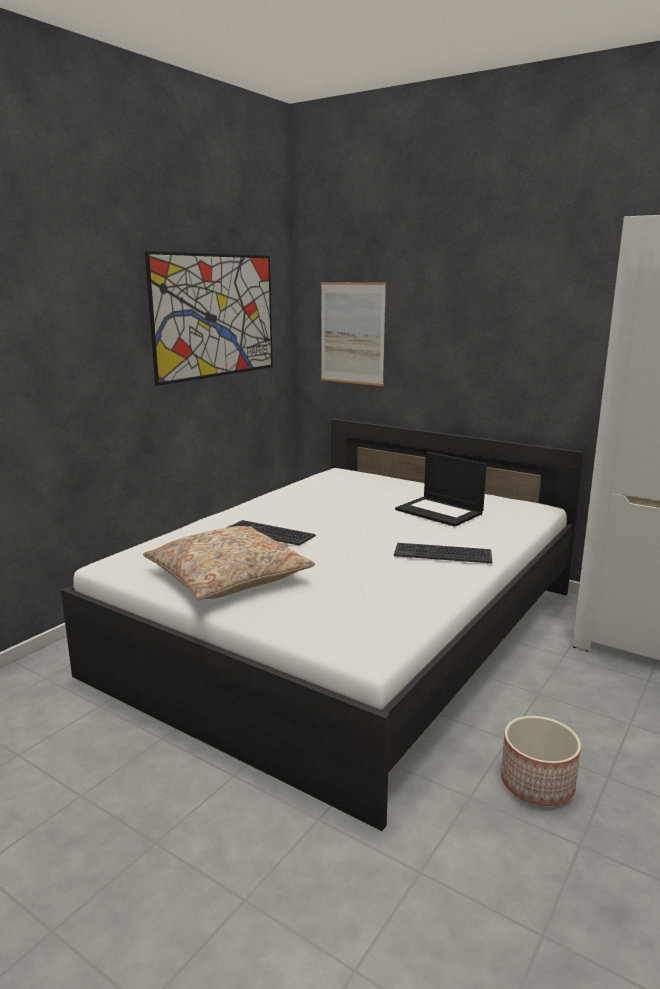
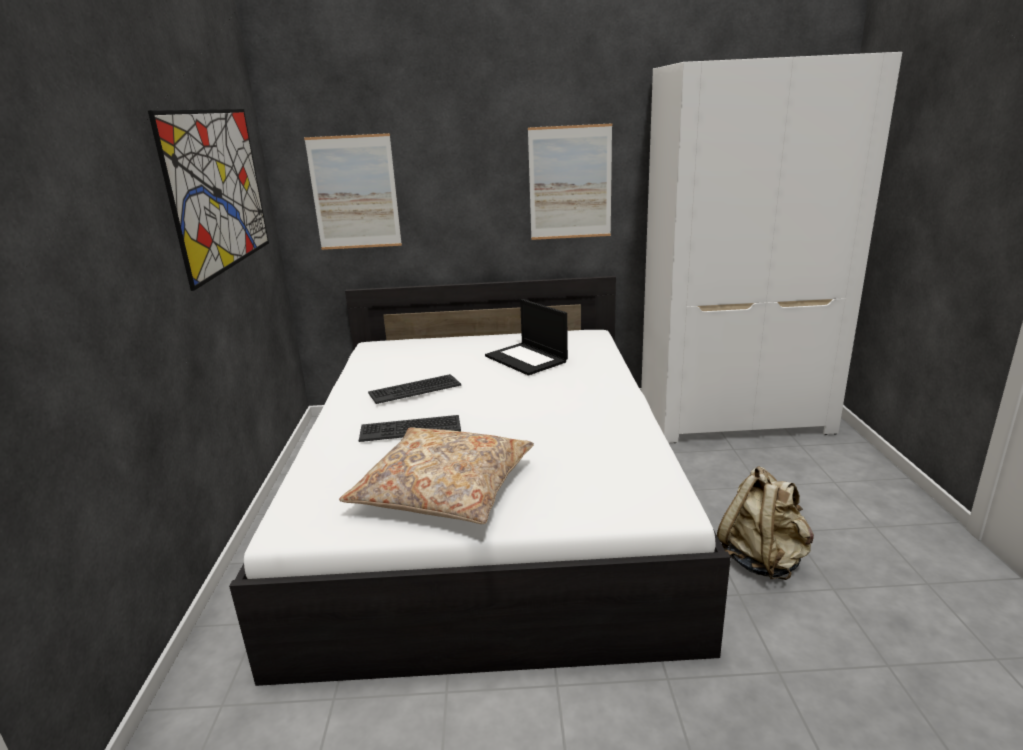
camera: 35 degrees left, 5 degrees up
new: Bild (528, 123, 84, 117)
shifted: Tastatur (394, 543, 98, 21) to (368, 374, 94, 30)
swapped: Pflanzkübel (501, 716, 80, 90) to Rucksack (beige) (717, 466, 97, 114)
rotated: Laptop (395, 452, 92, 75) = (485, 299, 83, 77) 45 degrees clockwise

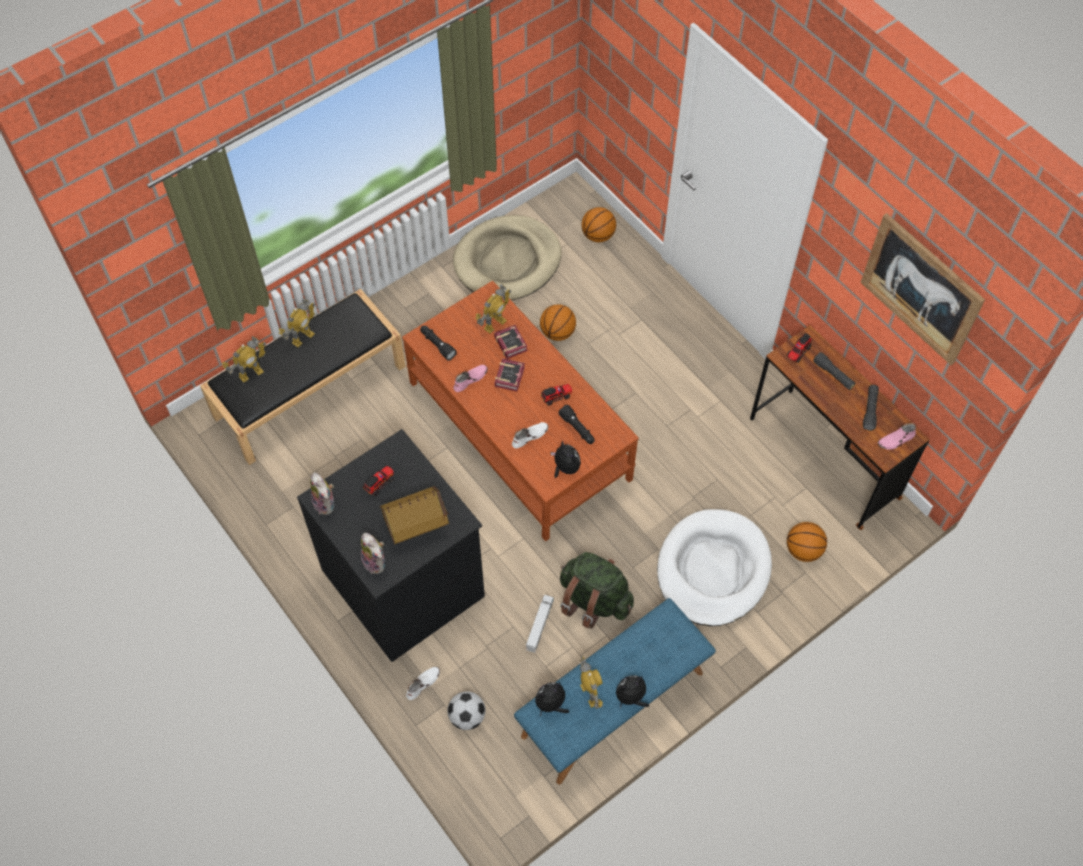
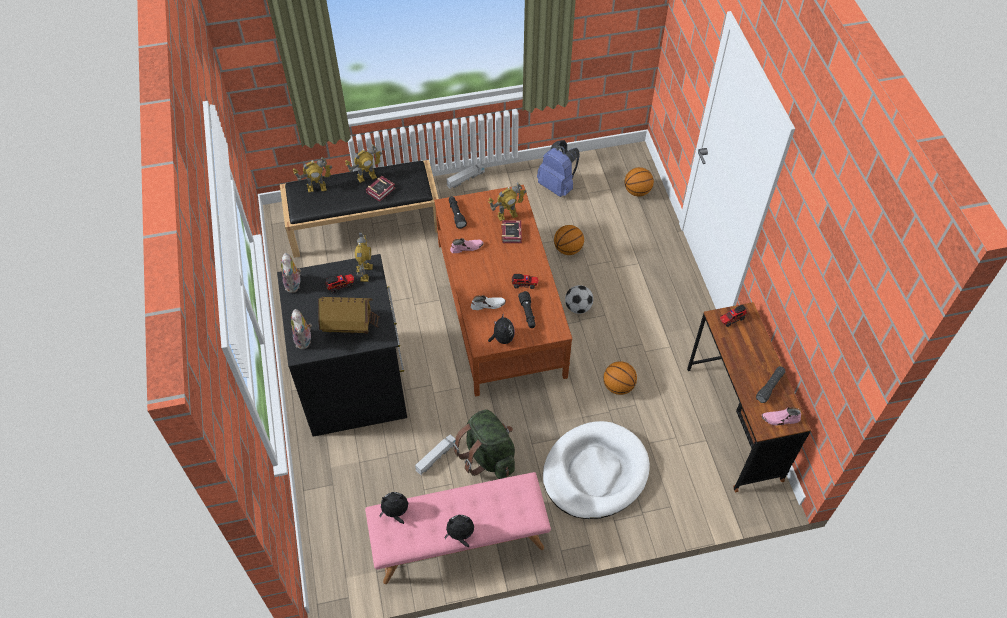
camera: 25 degrees right, 5 degrees down
gone: Schuh (weiß) (406, 667, 34, 33); Taschenlampe (schwarz) (813, 352, 43, 38); Bild (860, 213, 125, 152)
new: Spielzeuglaster (447, 163, 38, 26)
shifted: Fußball (447, 691, 39, 39) to (565, 285, 28, 29); Buch (495, 358, 30, 33) to (366, 176, 29, 26); Spielzeugroboter (580, 656, 23, 53) to (355, 232, 18, 50); Basketball (787, 522, 40, 40) to (603, 361, 34, 34)
swapped: Hundebett (beige) (453, 215, 109, 85) to Rucksack (blau) (537, 140, 43, 57)
repainted: Bank (blau) (514, 598, 202, 187) to Bank (rosa) (365, 472, 186, 112)

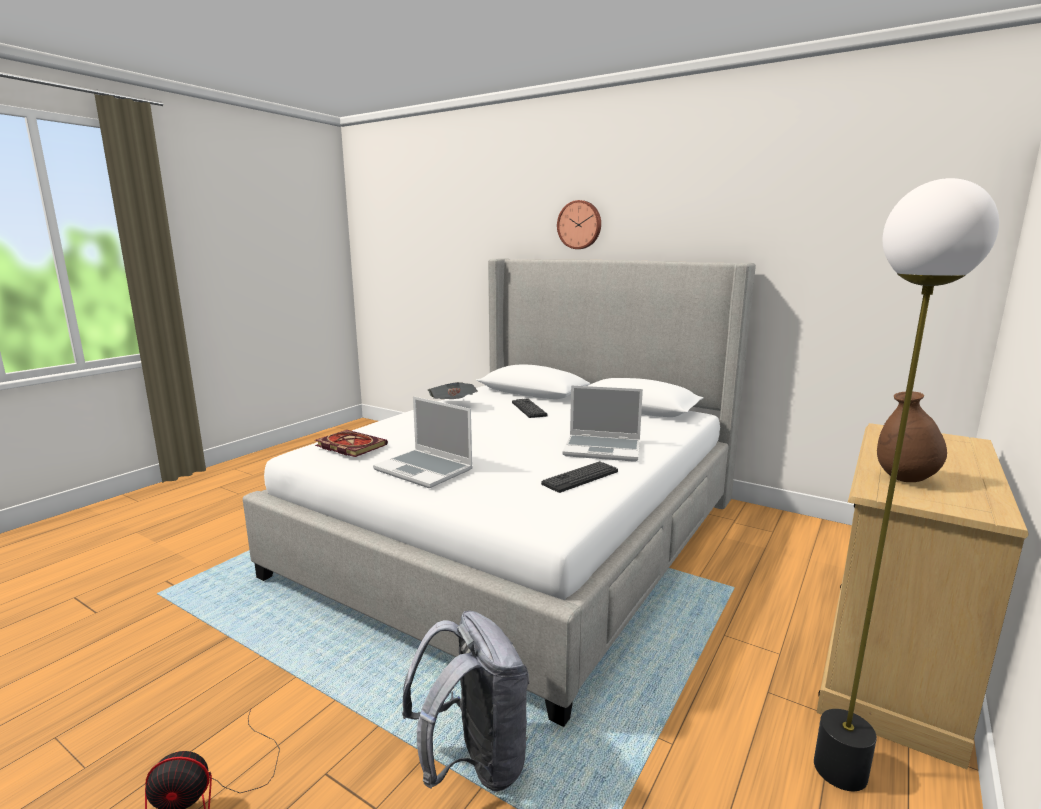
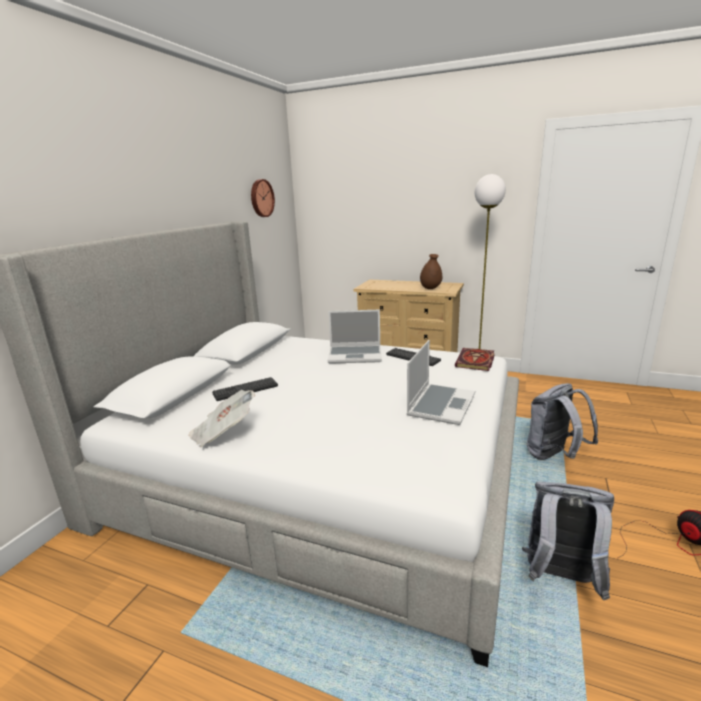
camera: 100 degrees left, 5 degrees up
new: Rucksack (grau) (522, 482, 92, 118)
shifted: Buch (315, 430, 73, 27) to (455, 348, 40, 23); Wanduhr (557, 200, 44, 49) to (251, 179, 24, 38)
rotated: Laptop (562, 385, 81, 77) = (328, 310, 54, 54) 90 degrees clockwise

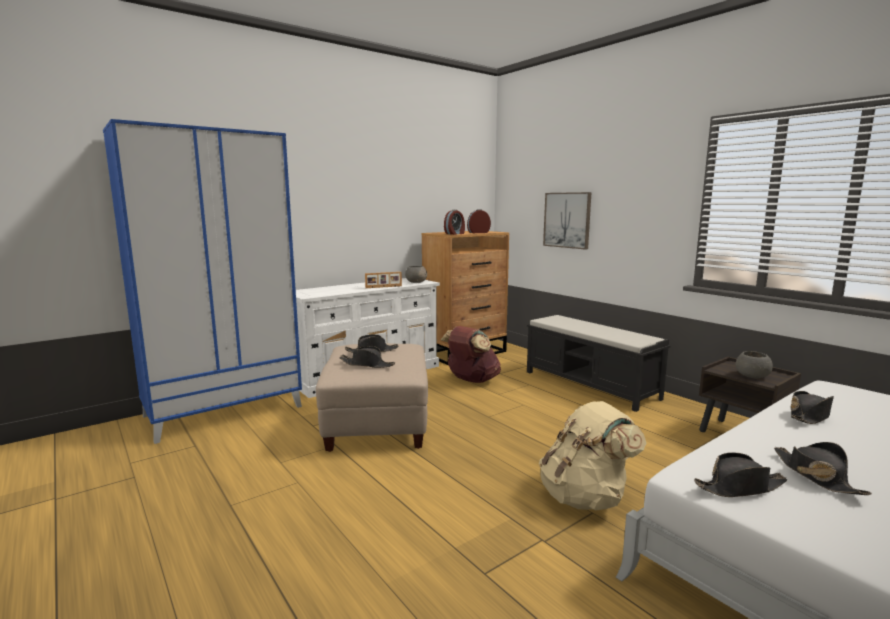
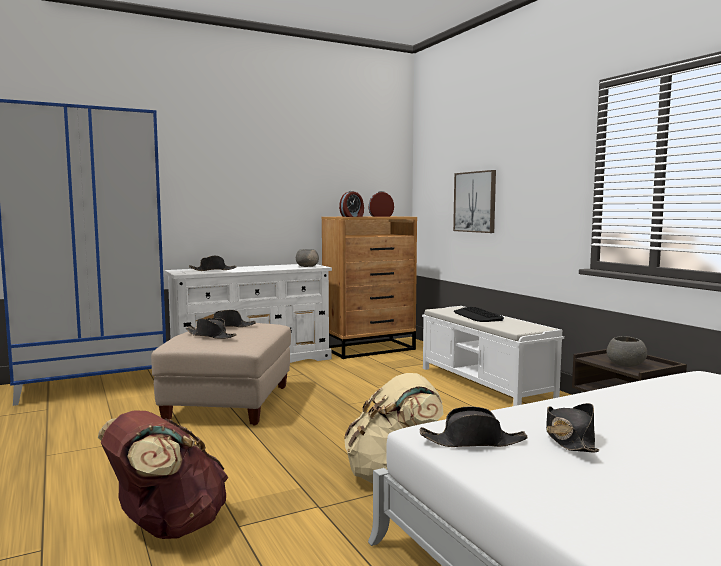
camera: 10 degrees right, 5 degrees down
gone: Bilderrahmen (365, 272, 37, 16)
new: Tastatur (454, 307, 50, 15)
shifted: Rucksack (braun) (441, 326, 60, 57) to (98, 411, 130, 128); Hut (schwarz) (791, 391, 43, 33) to (189, 256, 47, 15)
repainted: Bank (schwarz) (527, 314, 144, 98) to Bank (weiß) (422, 306, 142, 100)

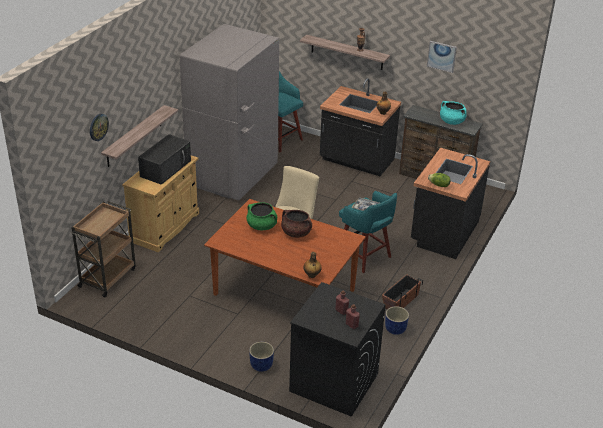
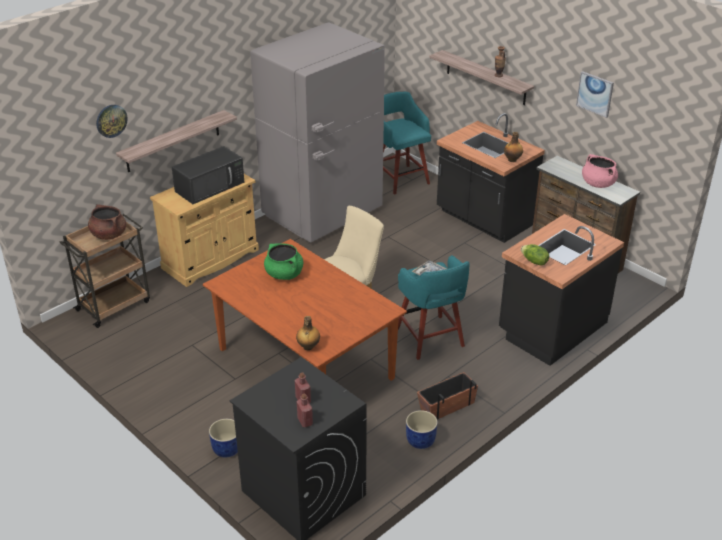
camera: 20 degrees right, 0 degrees up
shifted: Kochtopf (braun) (281, 210, 31, 28) to (88, 204, 38, 36)
repainted: Kochtopf (türkis) (440, 101, 27, 24) to Kochtopf (rosa) (582, 154, 36, 34)

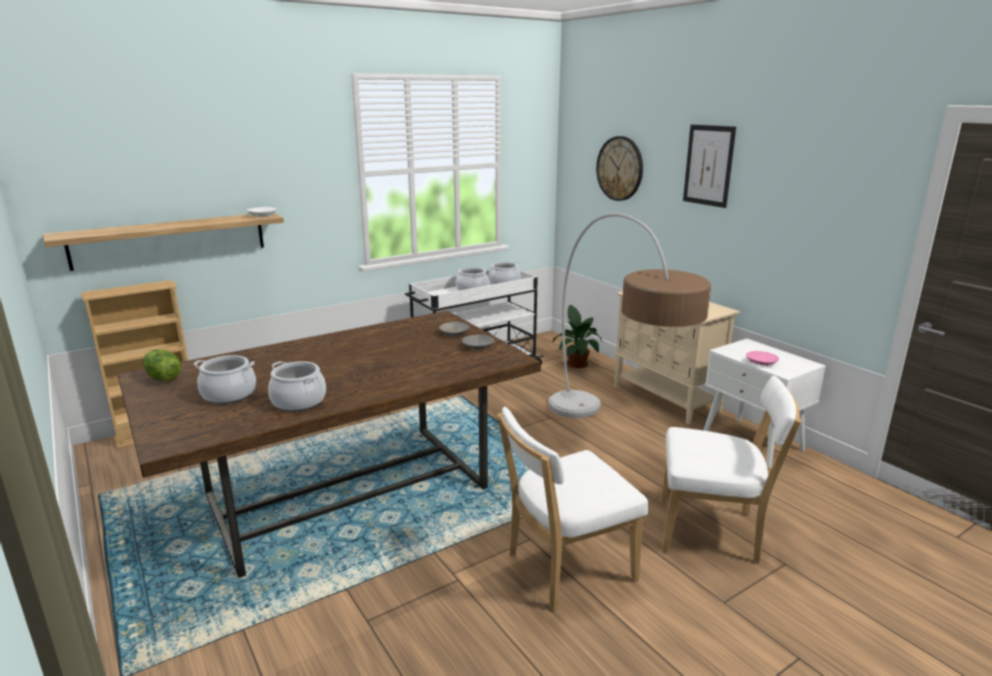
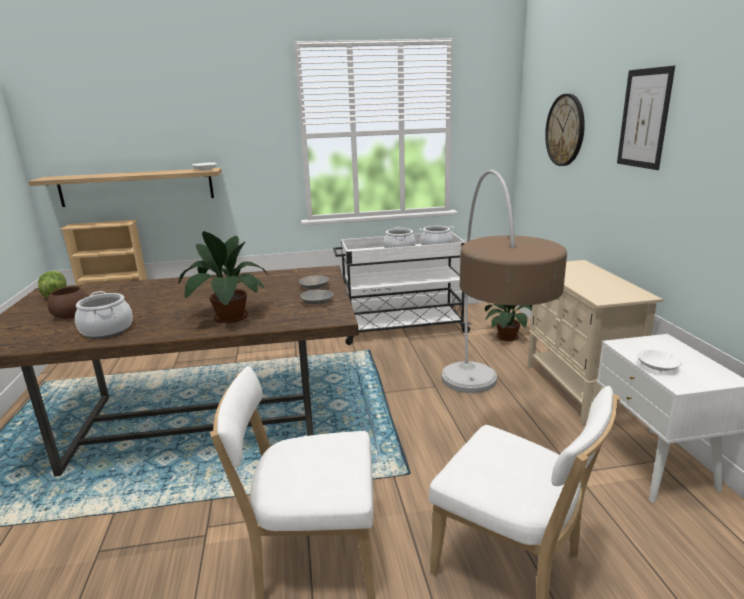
camera: 25 degrees right, 0 degrees up
new: Topfpflanze (178, 231, 90, 92)
swapped: Kochtopf (194, 355, 62, 49) to Schüssel (braun) (47, 286, 41, 33)
repainted: Schüssel (rosa) (746, 351, 33, 15) to Schüssel (weiß) (637, 350, 45, 22)

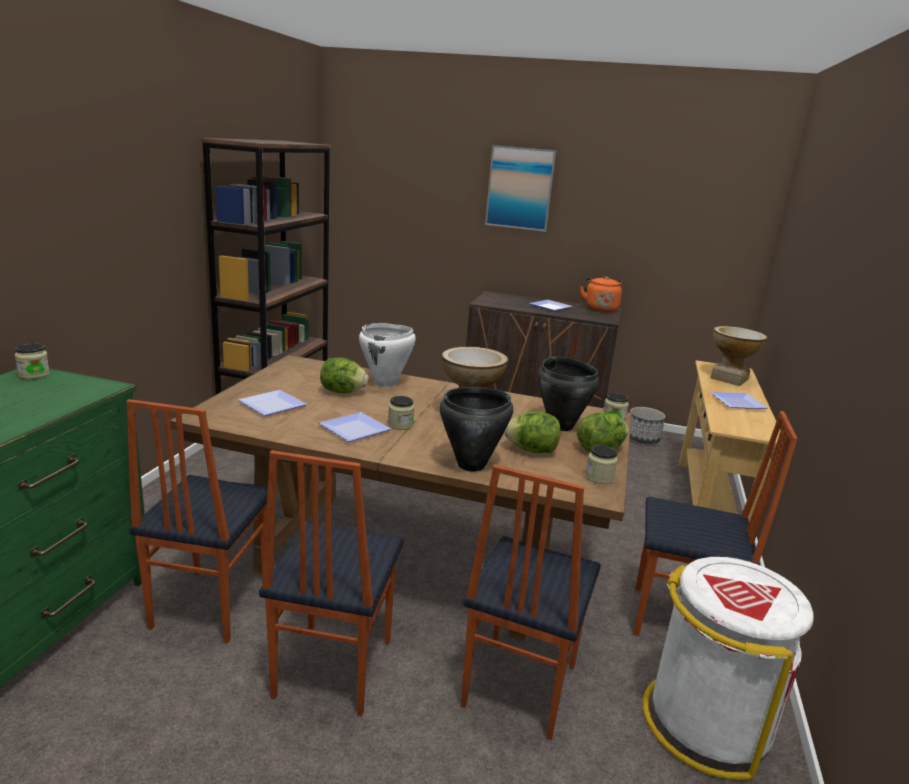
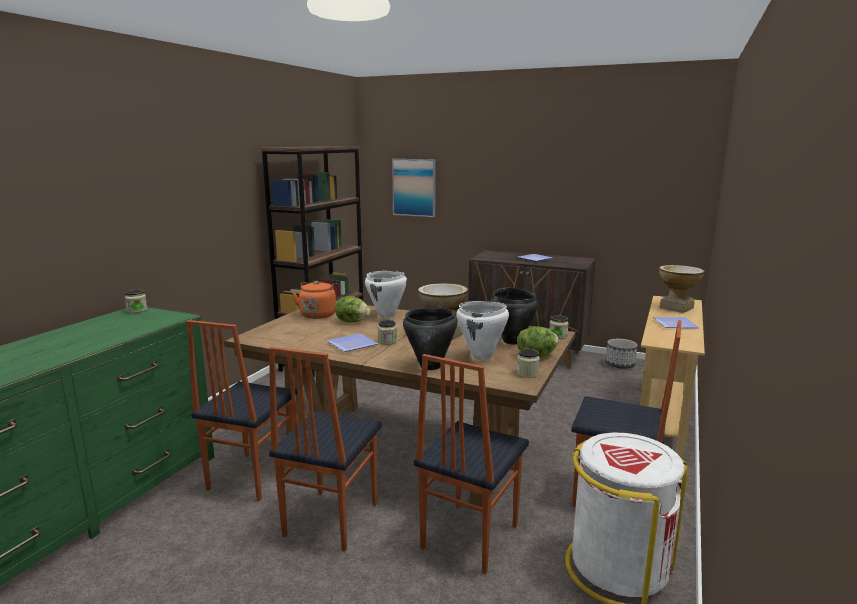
camera: 10 degrees right, 5 degrees down
gone: Teller (238, 390, 69, 26)
shifted: Bild (485, 145, 71, 87) to (392, 159, 44, 58); Wasserkessel (orange) (580, 276, 42, 36) to (292, 281, 47, 38)
swapped: Salatkopf (504, 412, 56, 41) to Kochtopf (weiß) (456, 301, 53, 59)

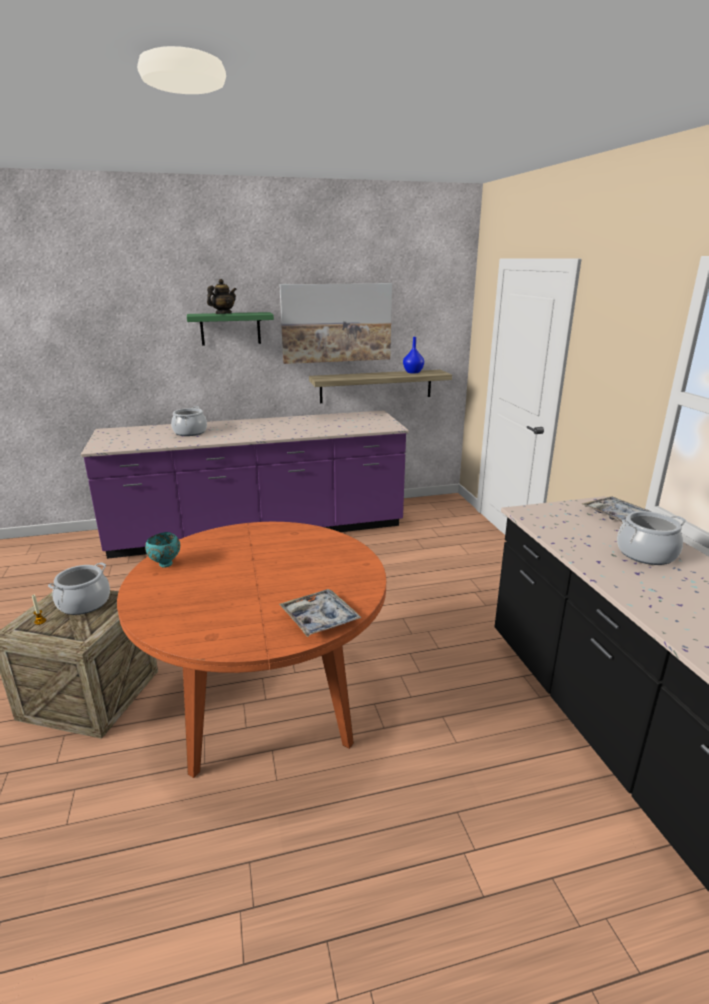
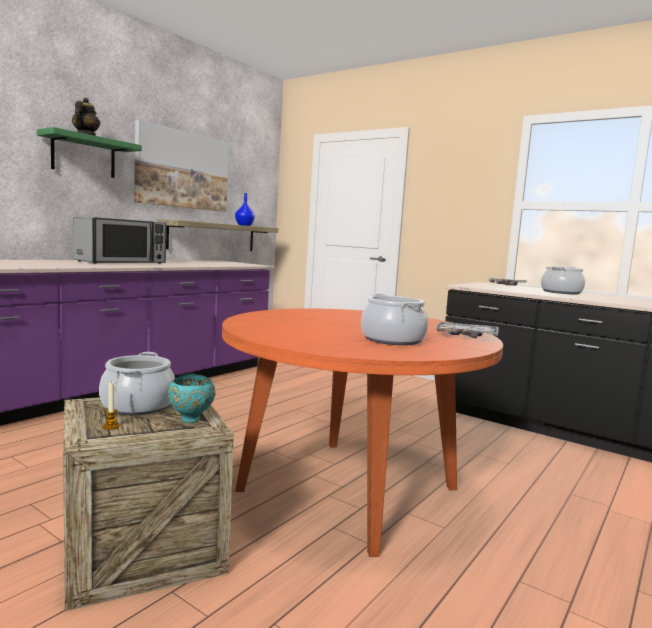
camera: 40 degrees left, 15 degrees down
new: Mikrowelle (74, 216, 92, 48)
shifted: Schüssel (türkis) (145, 532, 35, 36) to (168, 374, 47, 49); Kochtopf (171, 406, 36, 30) to (361, 293, 67, 52)

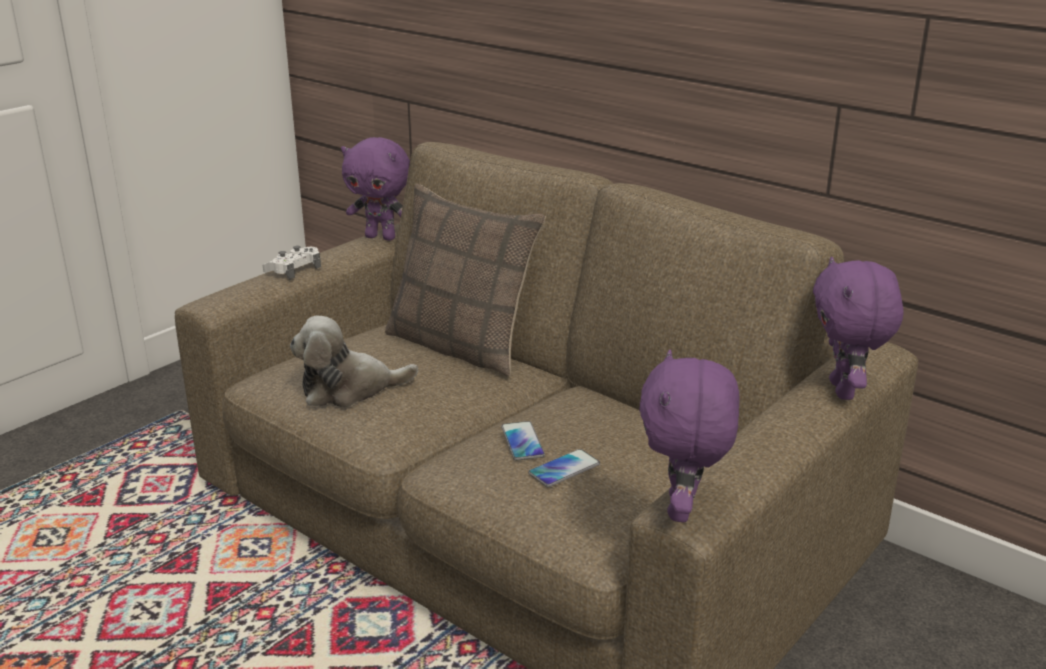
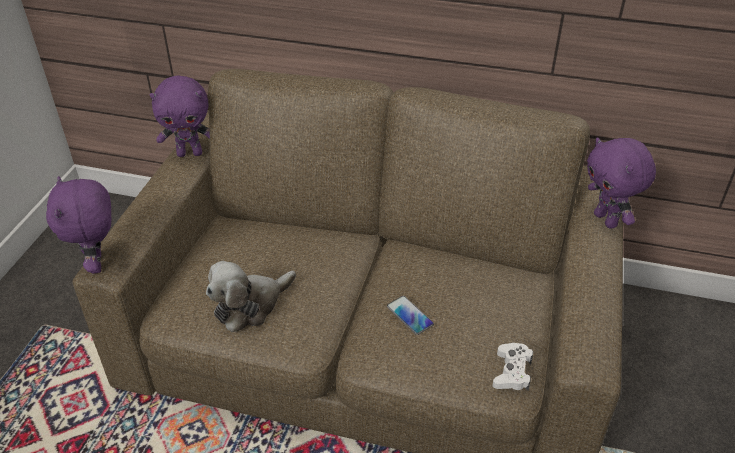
camera: 25 degrees left, 15 degrees up
gone: Kissen (385, 183, 161, 194); Handy (528, 449, 72, 38)
shifted: Gamepad (weiß) (262, 246, 59, 34) to (492, 343, 41, 48); Plüschtier (lila) (639, 350, 101, 172) to (46, 176, 66, 98)

